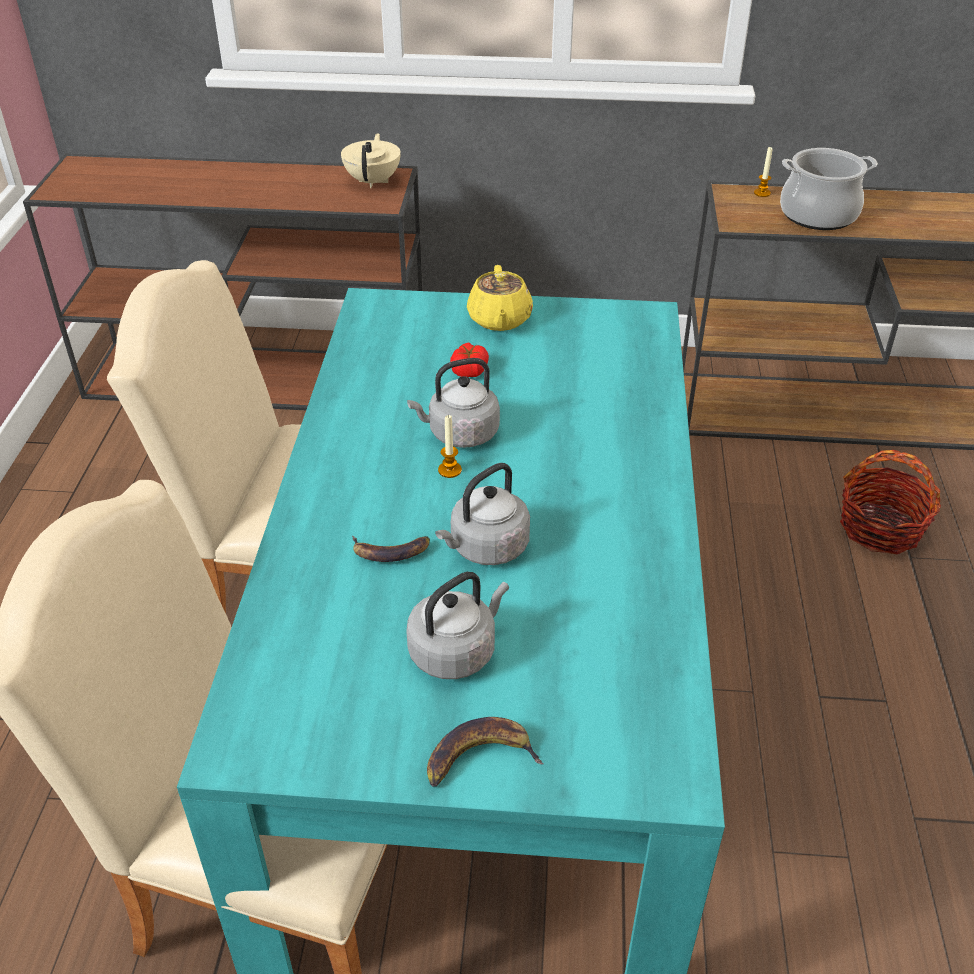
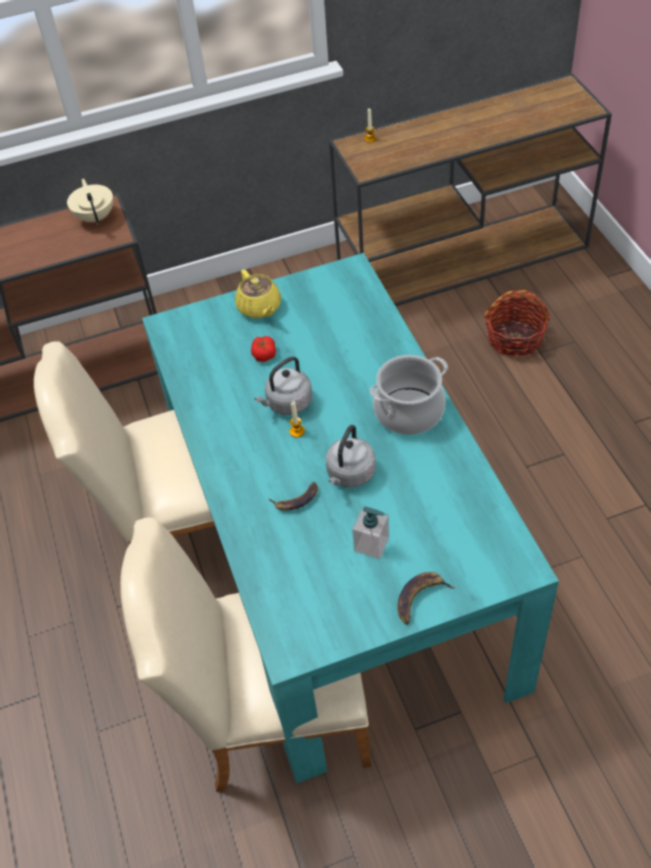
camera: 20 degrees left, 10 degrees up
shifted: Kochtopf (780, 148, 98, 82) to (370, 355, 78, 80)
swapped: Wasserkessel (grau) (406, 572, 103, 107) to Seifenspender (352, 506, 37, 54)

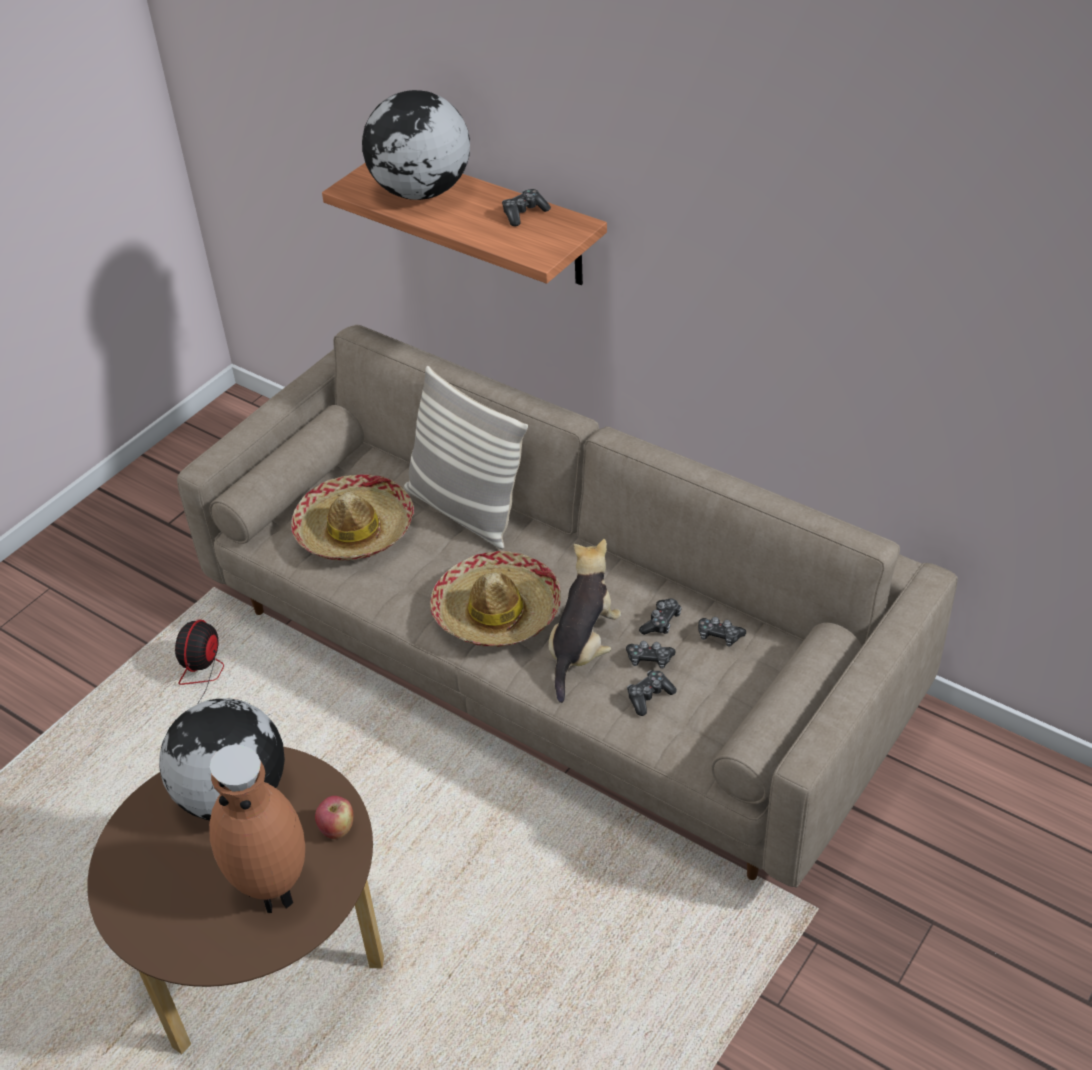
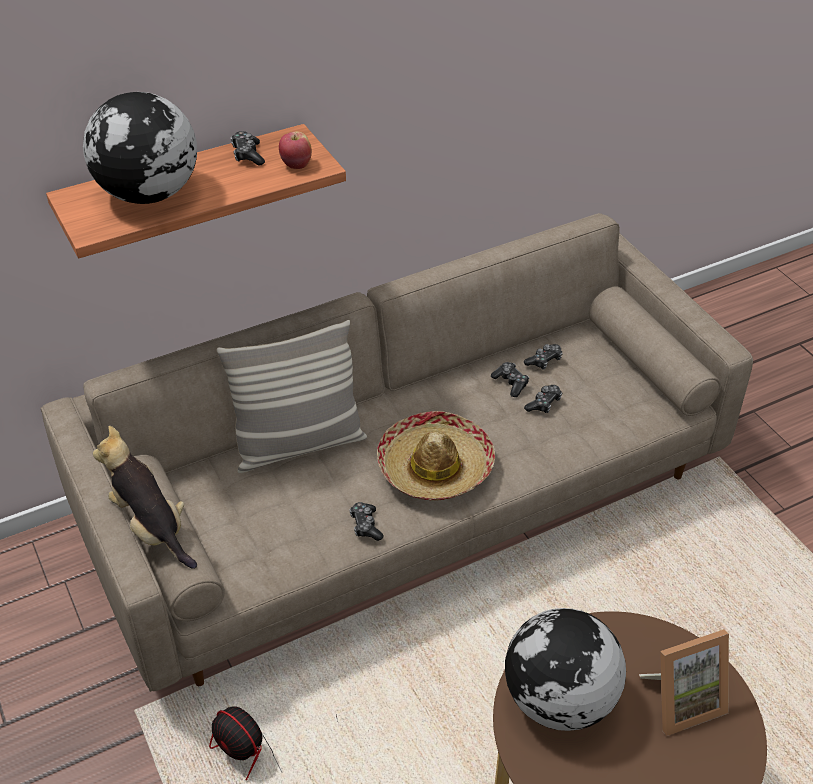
camera: 65 degrees left, 0 degrees up
gone: Hut (291, 474, 123, 86)
shifted: Apfel (315, 796, 38, 43) to (279, 131, 33, 38); Plüschtier (548, 539, 73, 164) to (93, 426, 104, 143); Gamepad (627, 670, 50, 46) to (349, 502, 34, 39)
swapped: Vase (braun) (209, 745, 96, 168) to Bilderrahmen (639, 629, 90, 107)

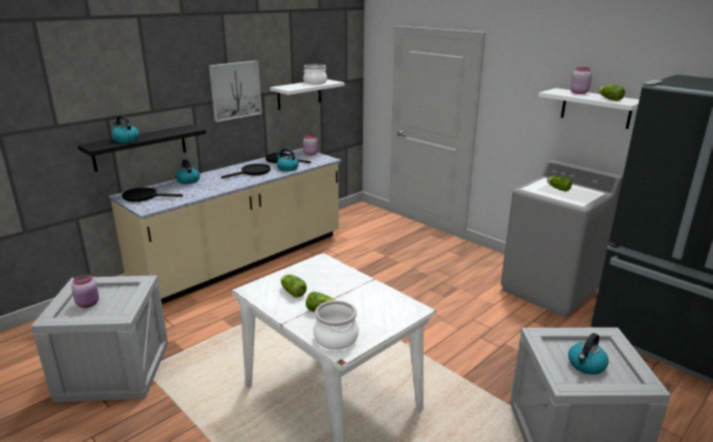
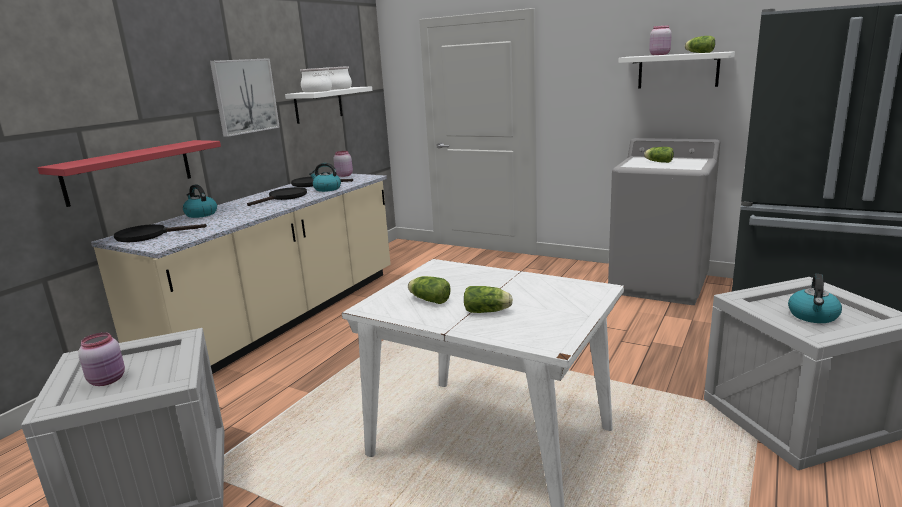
camera: 15 degrees left, 5 degrees down
gone: Wasserkessel (111, 115, 28, 28)
shifted: Kochtopf (313, 300, 46, 50) to (300, 68, 32, 24)
repainted: Wandregal (schwarz) (78, 125, 128, 47) to Wandregal (rot) (37, 140, 184, 67)

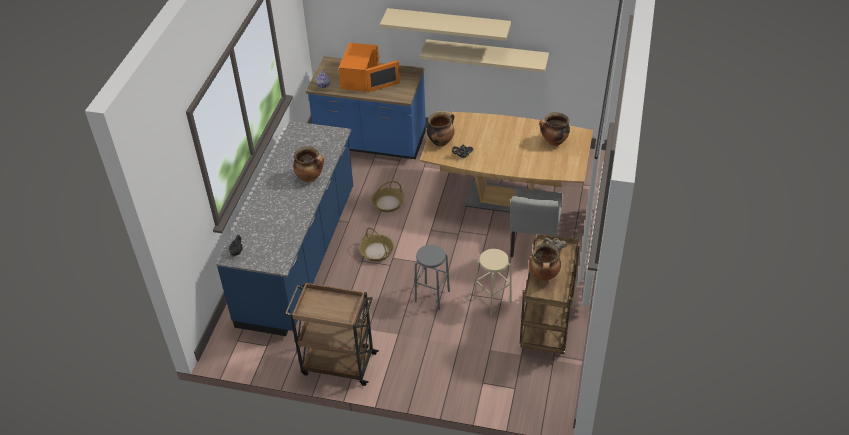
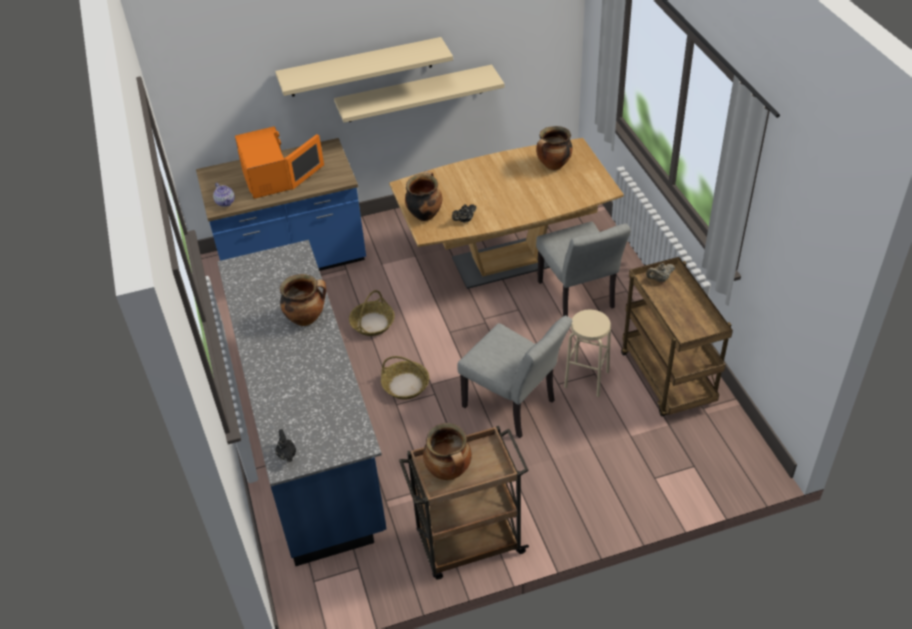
camera: 30 degrees left, 0 degrees up
shifted: Kochtopf (529, 243, 32, 38) to (423, 423, 49, 57)
swapped: Hocker (grau) (415, 244, 35, 66) to Stuhl (grau) (457, 315, 115, 123)

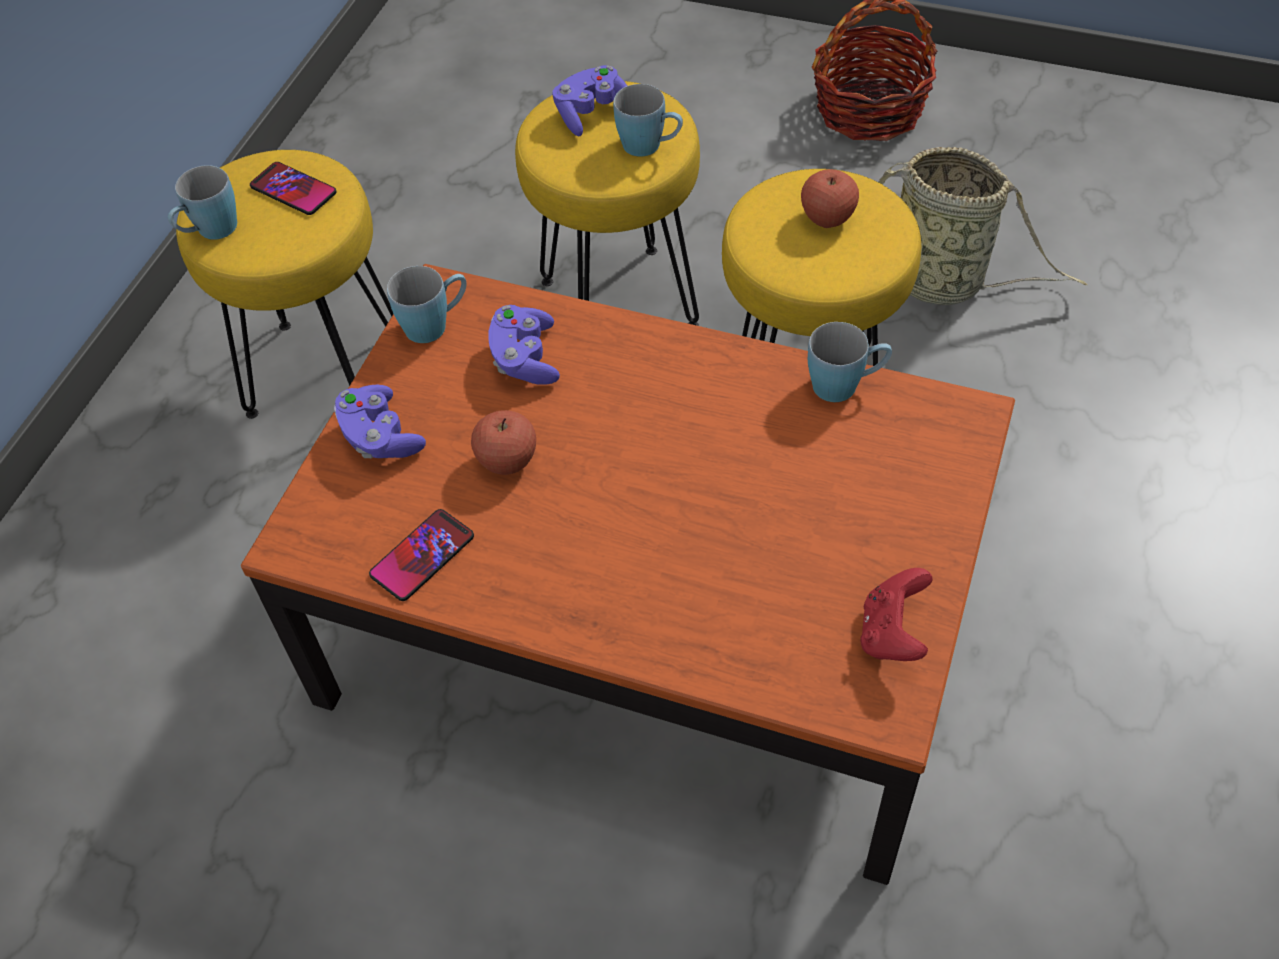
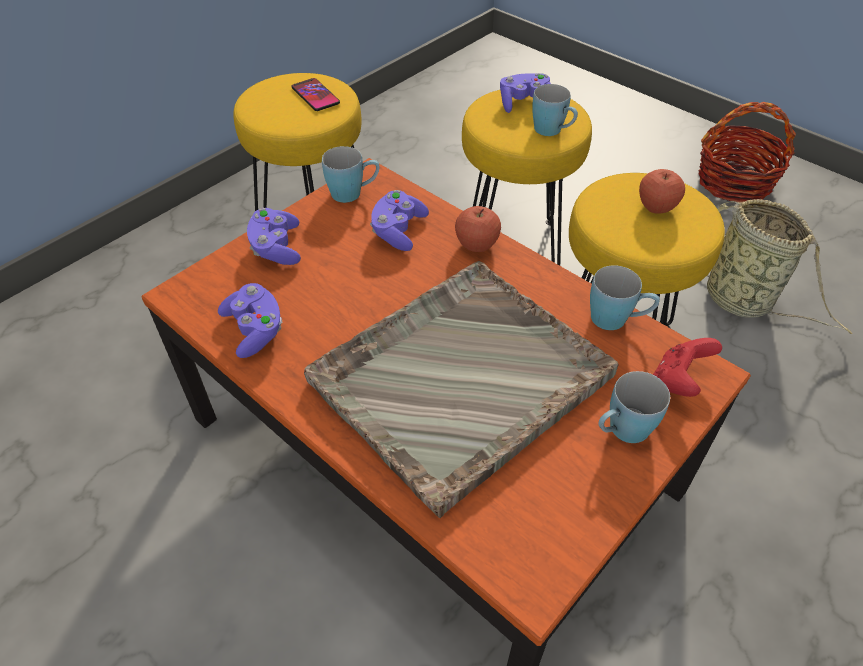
camera: 20 degrees right, 5 degrees down
new: Tablett (grau) (304, 261, 314, 257)
shifted: Henkelbecher (blau) (168, 165, 69, 75) to (598, 371, 72, 72); Apfel (471, 410, 65, 65) to (455, 206, 46, 46); Gamepad (rot) (860, 568, 73, 93) to (653, 338, 69, 59)
swapped: Handy (369, 509, 105, 92) to Gamepad (lila) (218, 283, 64, 75)

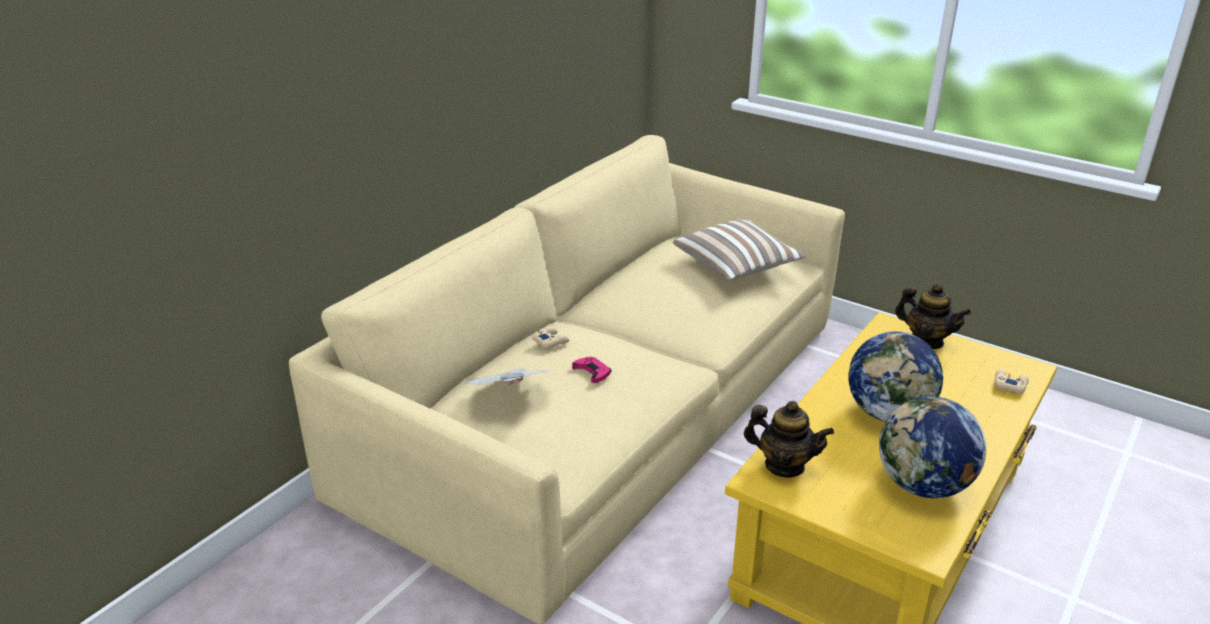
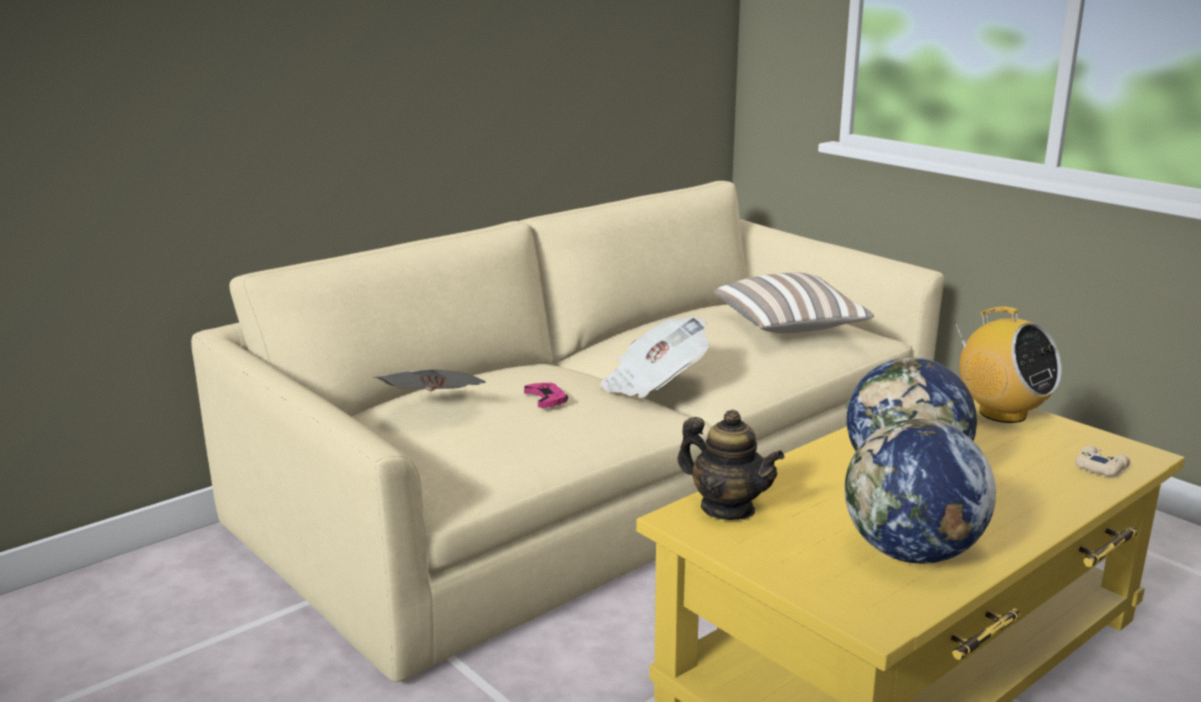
camera: 15 degrees right, 10 degrees down
gone: Gamepad (beige) (532, 326, 38, 23)
new: Zeitung (600, 317, 110, 81)
swapped: Teekanne (895, 283, 76, 66) to Radio (955, 307, 107, 116)

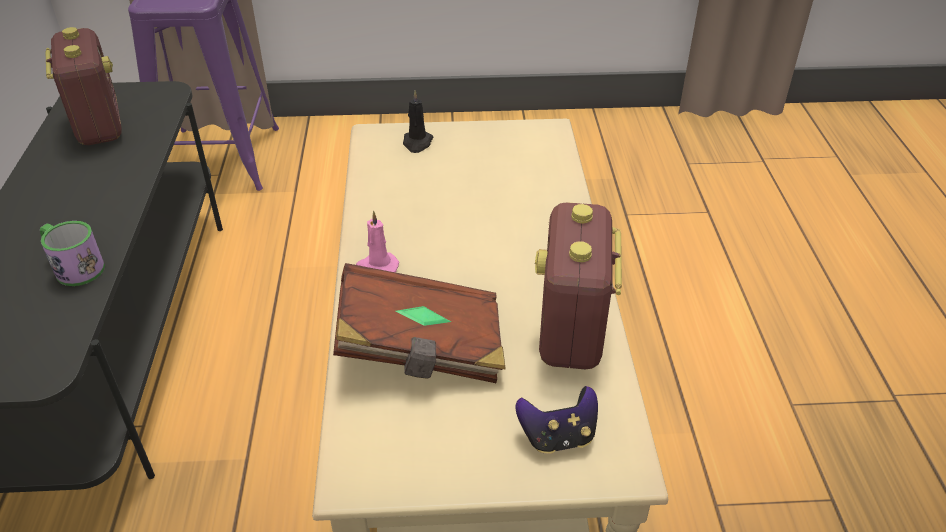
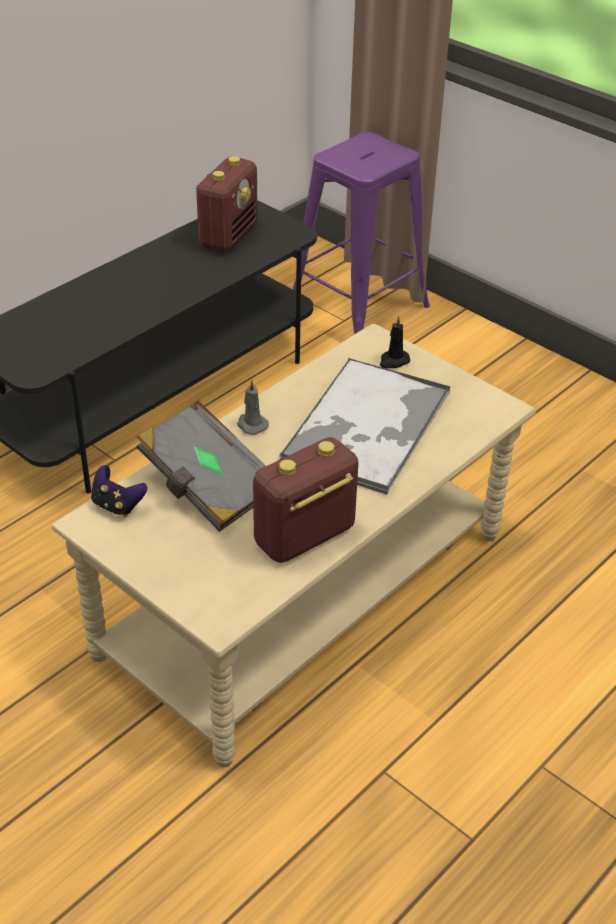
camera: 45 degrees right, 0 degrees up
gone: Henkelbecher (40, 221, 65, 65)
new: Tablett (279, 358, 171, 137)
shifted: Gamepad (516, 386, 82, 68) to (91, 465, 56, 52)
repainted: Buch (braun) (333, 263, 173, 120) to Buch (grau) (136, 401, 129, 131); Kerze (rosa) (356, 210, 43, 62) to Kerze (grau) (237, 380, 32, 55)

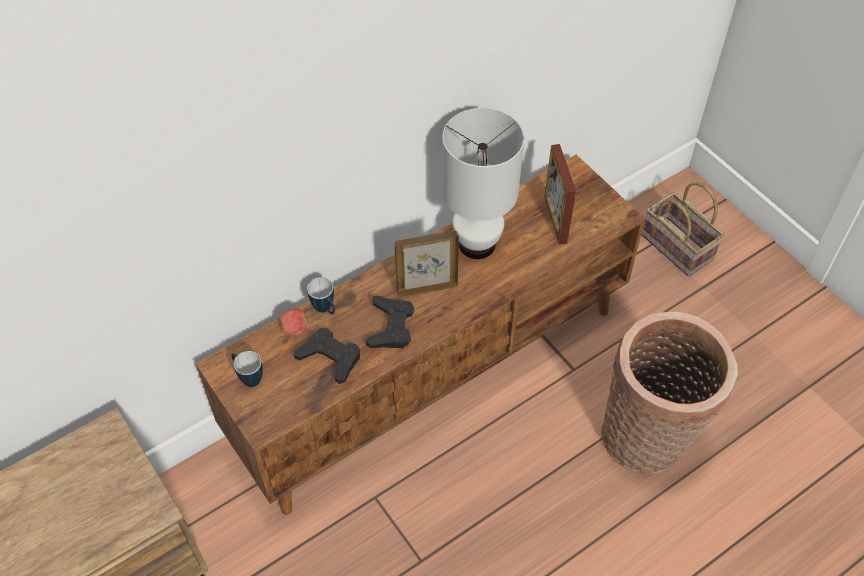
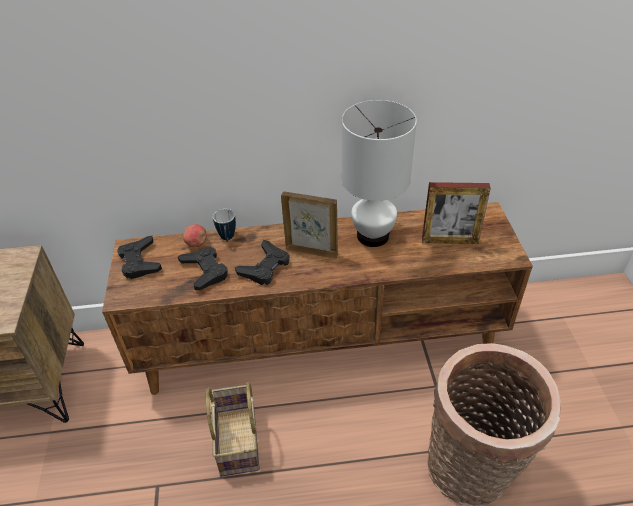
camera: 30 degrees right, 10 degrees down
shifted: Korb (641, 182, 83, 95) to (206, 382, 54, 94)
swapped: Henkelbecher (231, 351, 32, 36) to Gamepad (schwarz) (117, 236, 45, 43)
rotated: Bilderrahmen (544, 144, 32, 101) = (422, 182, 69, 62) 105 degrees counterclockwise

